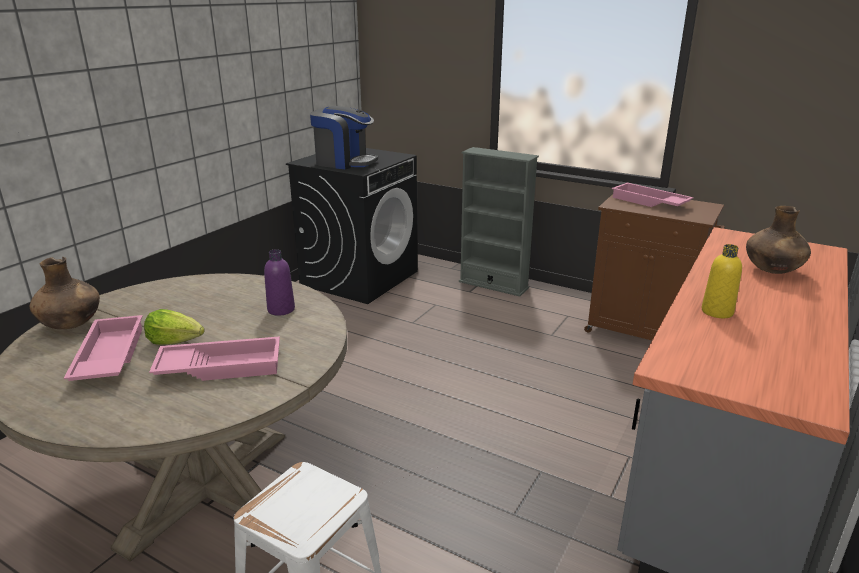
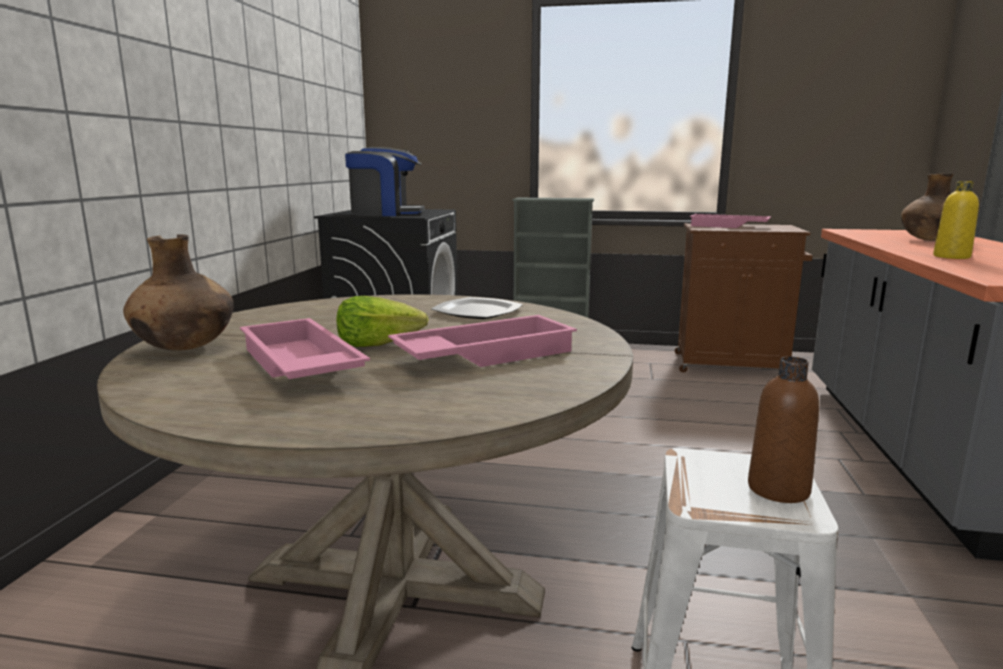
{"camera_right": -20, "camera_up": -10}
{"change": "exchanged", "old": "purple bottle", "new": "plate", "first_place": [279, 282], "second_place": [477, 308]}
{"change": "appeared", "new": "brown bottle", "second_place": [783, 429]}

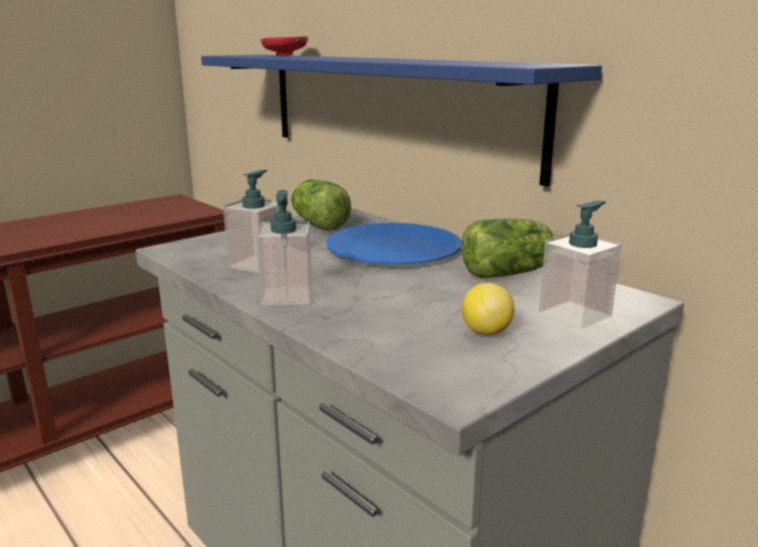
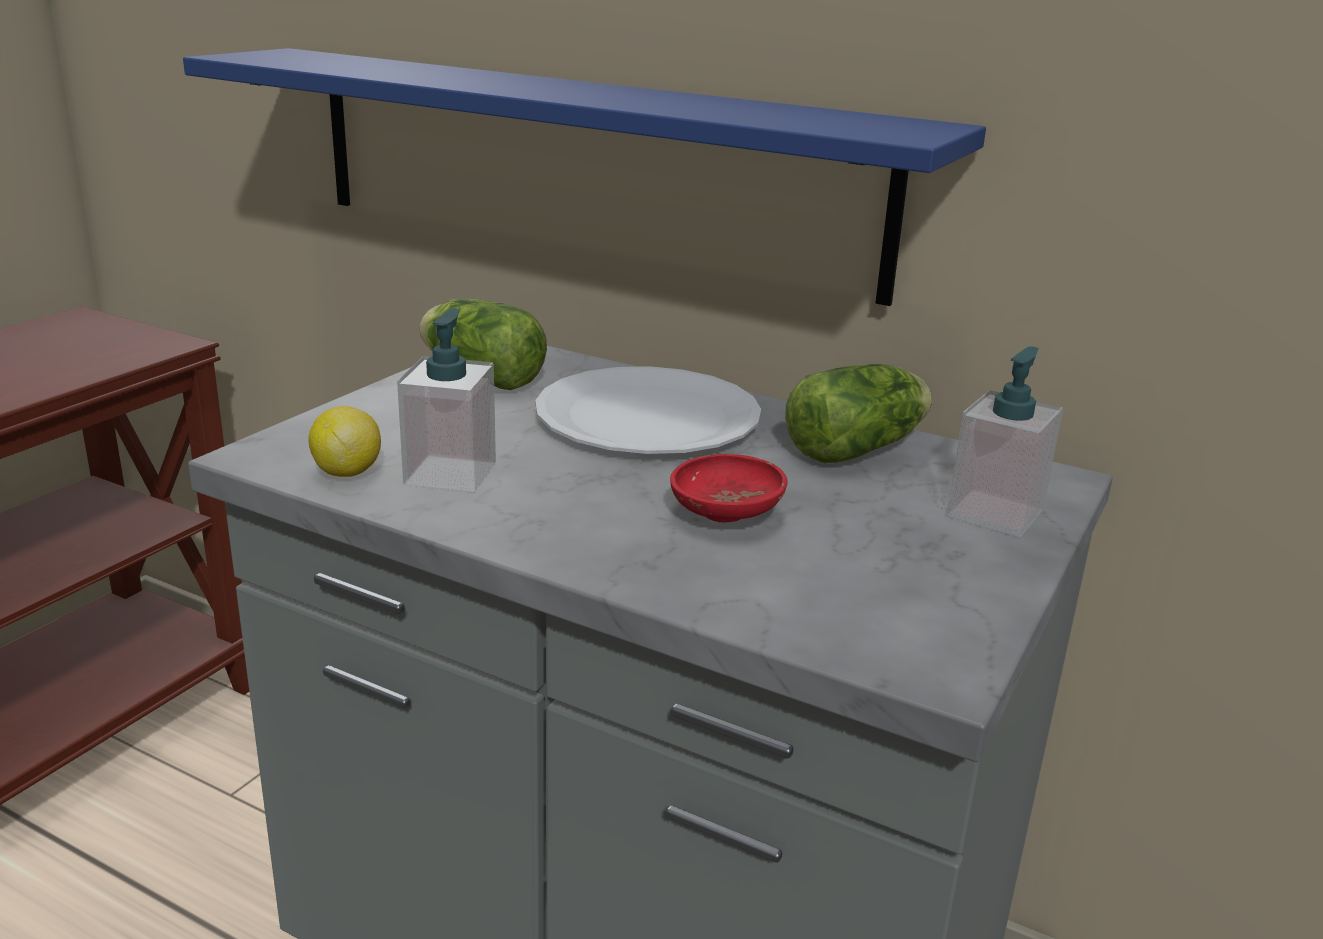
{"camera_right": -20, "camera_up": 5}
{"change": "relocated", "old": "lemon", "first_place": [488, 309], "second_place": [344, 441]}
{"change": "colour", "old": "blue plate", "new": "white plate", "first_place": [394, 244], "second_place": [648, 410]}
{"change": "relocated", "old": "red bowl", "first_place": [284, 46], "second_place": [728, 488]}
{"change": "missing", "old": "soap dispenser", "first_place": [284, 248]}

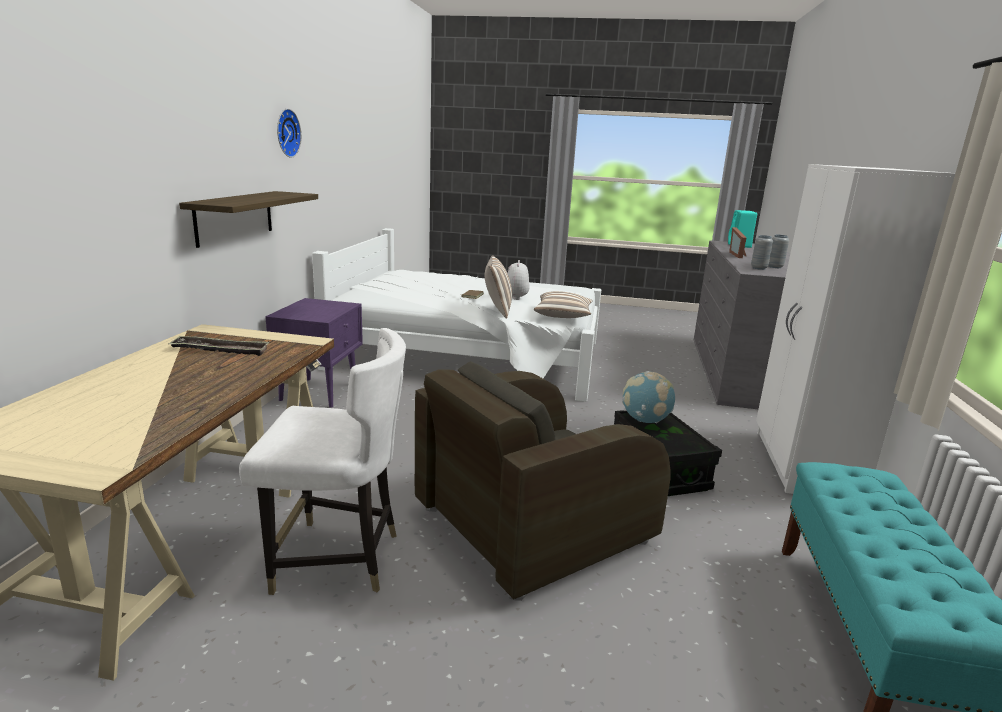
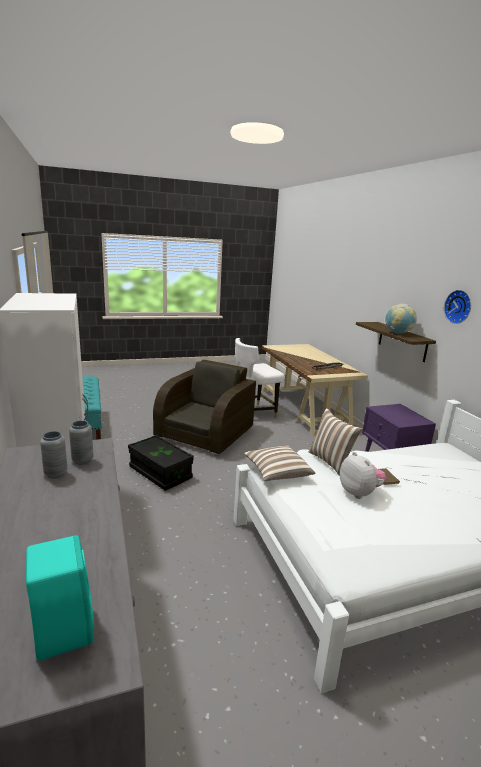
{"camera_right": 150, "camera_up": 0}
{"change": "relocated", "old": "globe", "first_place": [648, 397], "second_place": [401, 319]}
{"change": "missing", "old": "picture frame", "first_place": [737, 242]}

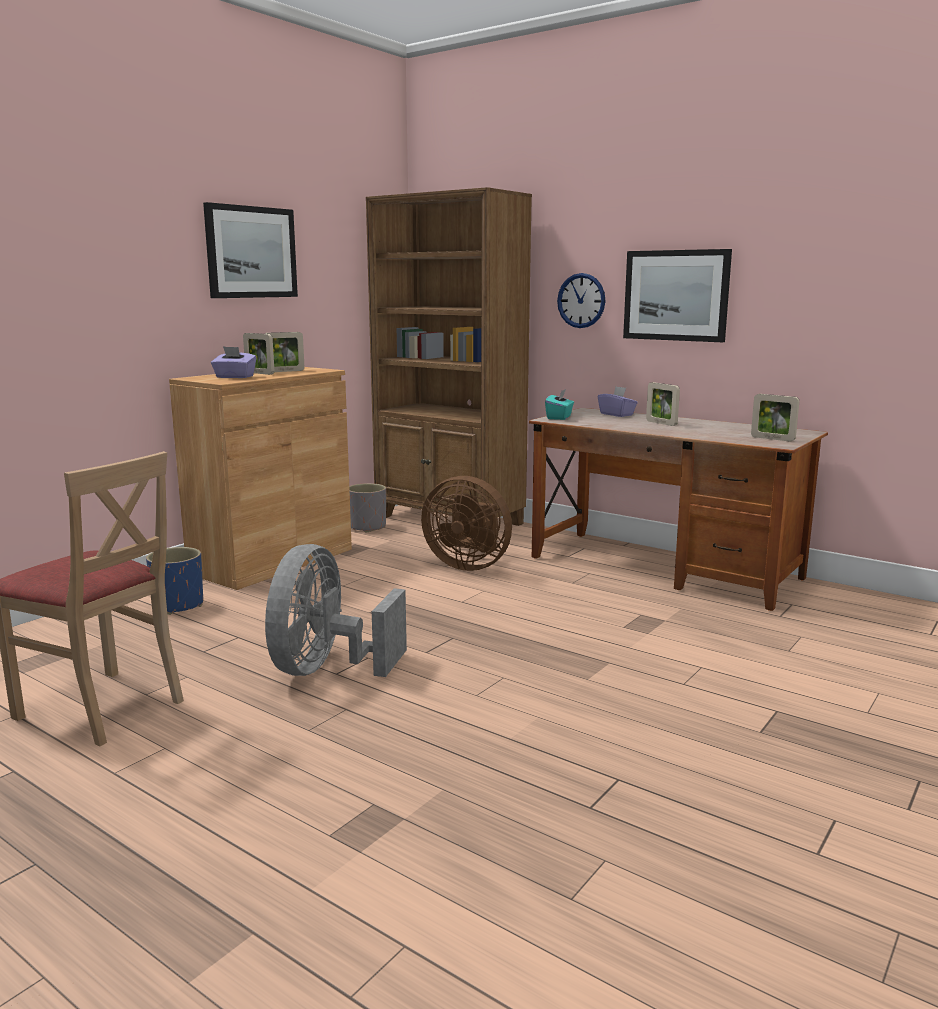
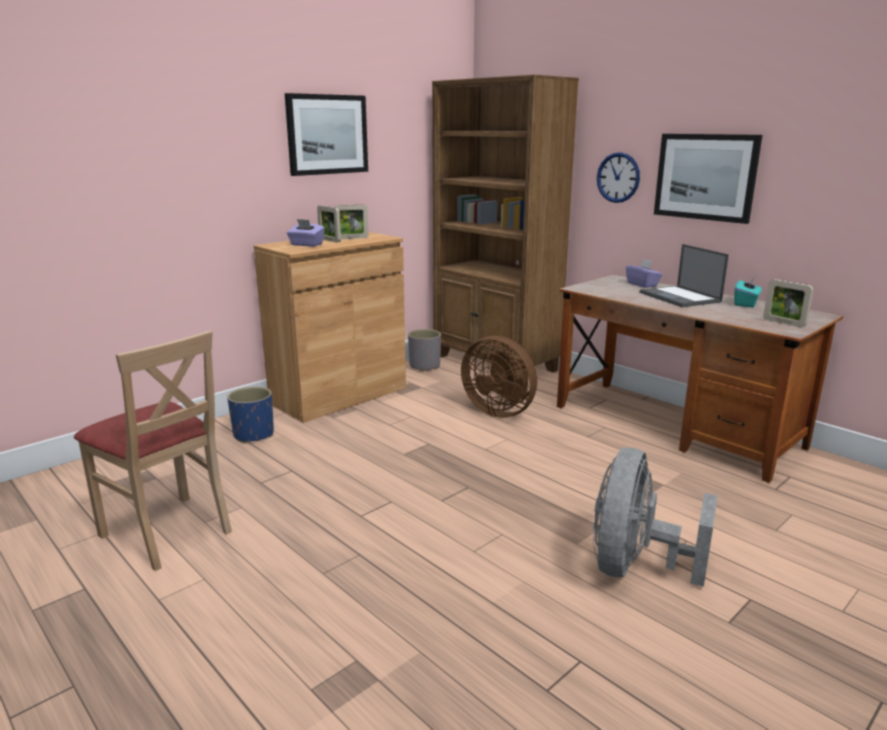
{"camera_right": 10, "camera_up": 5}
{"change": "relocated", "old": "grey fan", "first_place": [336, 610], "second_place": [655, 517]}
{"change": "exchanged", "old": "picture frame", "new": "laptop", "first_place": [663, 404], "second_place": [684, 275]}
{"change": "relocated", "old": "turquoise tissue box", "first_place": [559, 404], "second_place": [748, 292]}

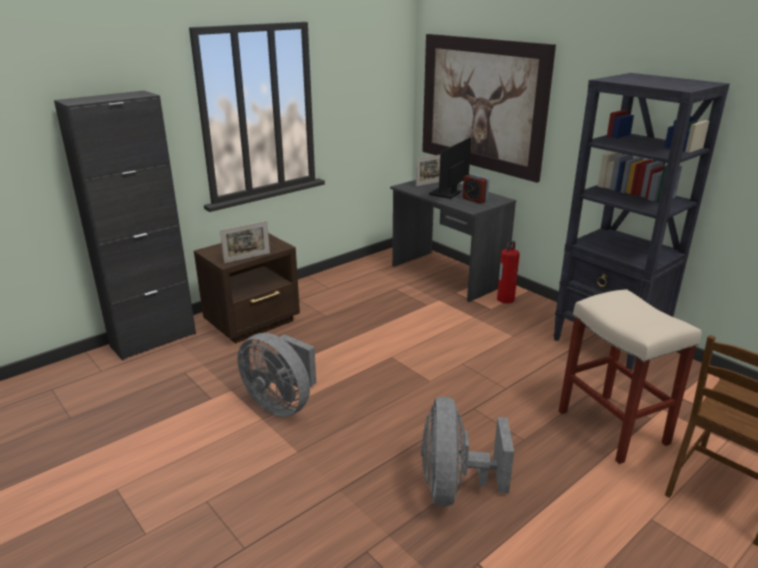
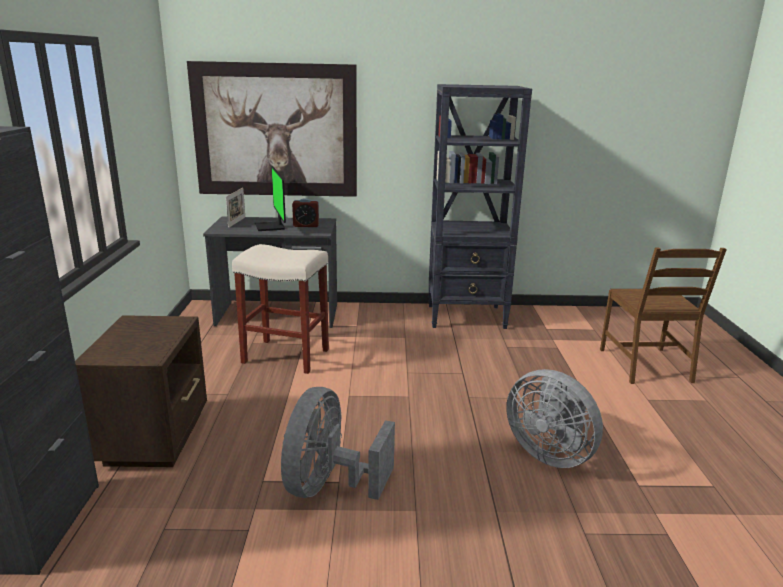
{"camera_right": -50, "camera_up": -5}
{"change": "relocated", "old": "beige stool", "first_place": [630, 376], "second_place": [280, 309]}
{"change": "spun", "old": "grey fan", "first_place": [276, 375], "second_place": [338, 443], "degrees": 120}
{"change": "missing", "old": "picture frame", "first_place": [245, 242]}
{"change": "missing", "old": "fire extinguisher", "first_place": [508, 272]}

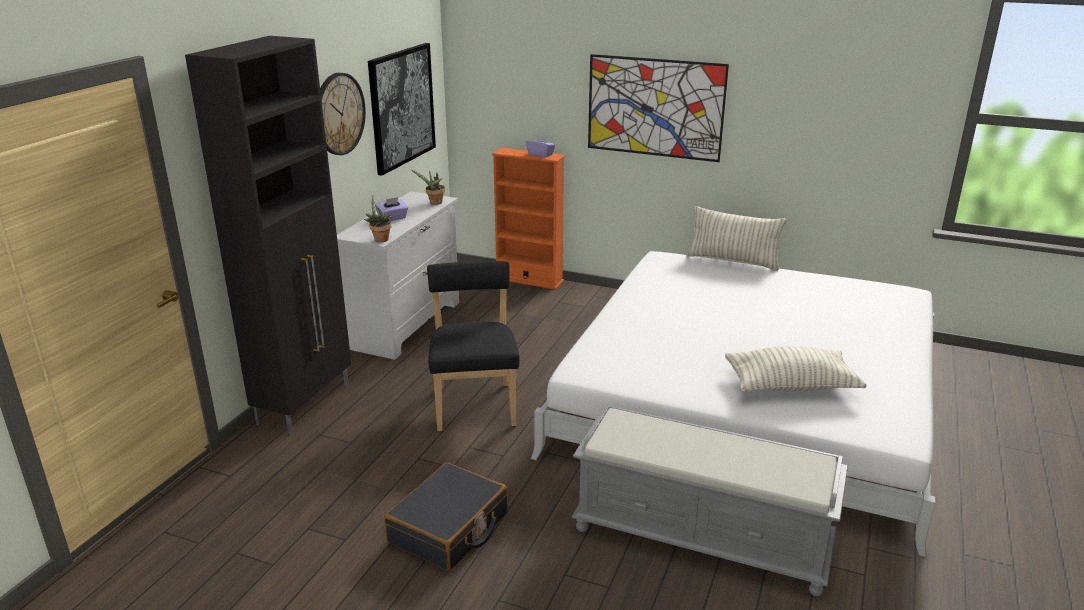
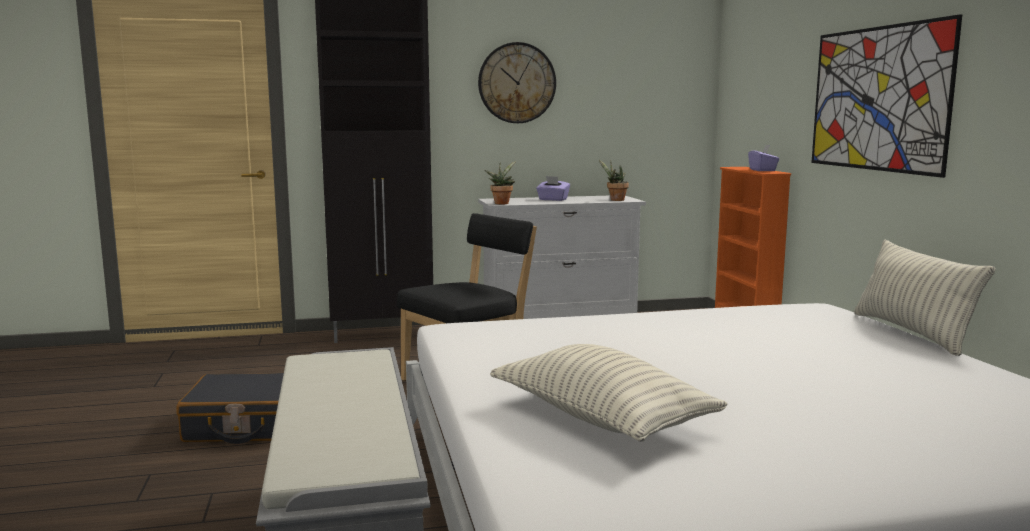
{"camera_right": 55, "camera_up": -15}
{"change": "missing", "old": "picture", "first_place": [402, 109]}

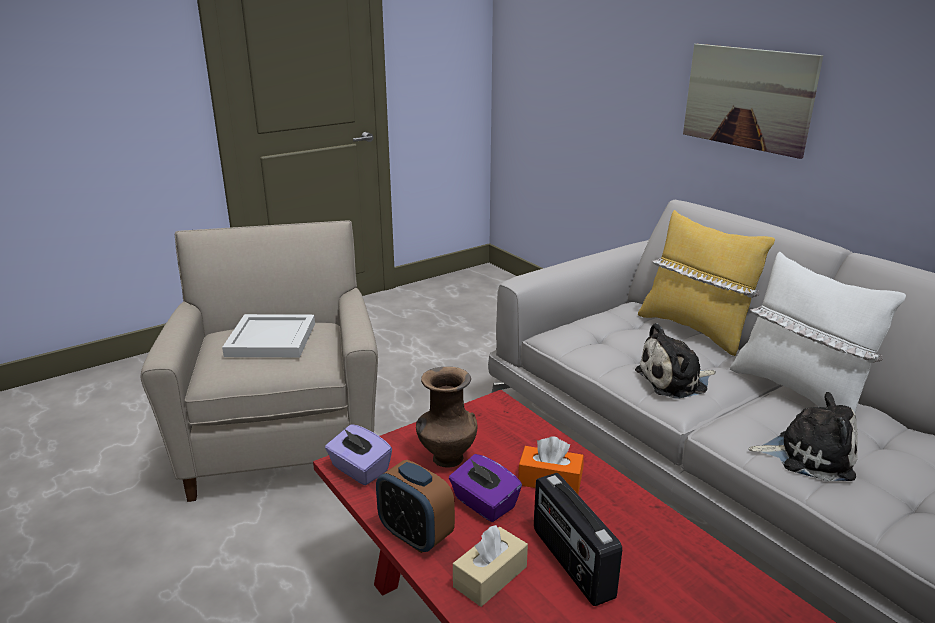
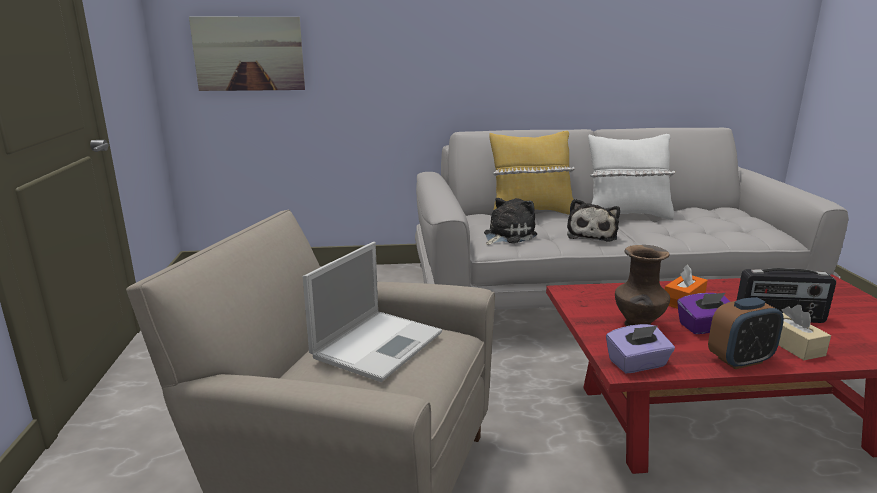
{"camera_right": -60, "camera_up": -5}
{"change": "relocated", "old": "picture", "first_place": [753, 101], "second_place": [247, 53]}
{"change": "exchanged", "old": "white tray", "new": "laptop", "first_place": [268, 335], "second_place": [372, 312]}
{"change": "relocated", "old": "plush toy", "first_place": [803, 436], "second_place": [510, 221]}

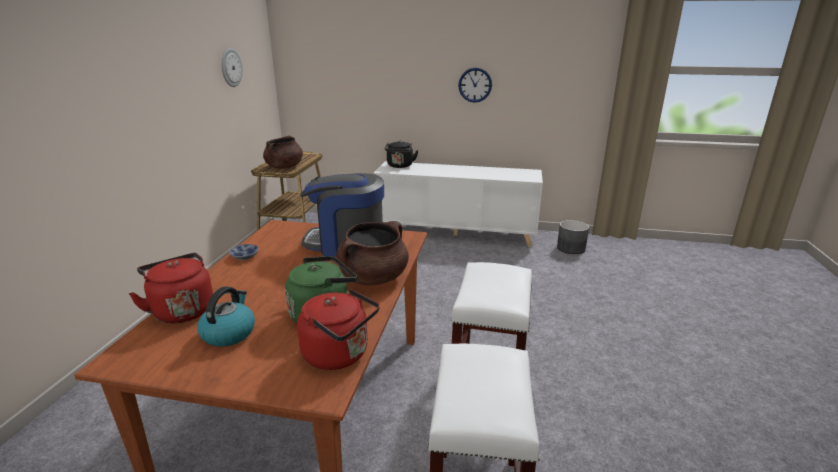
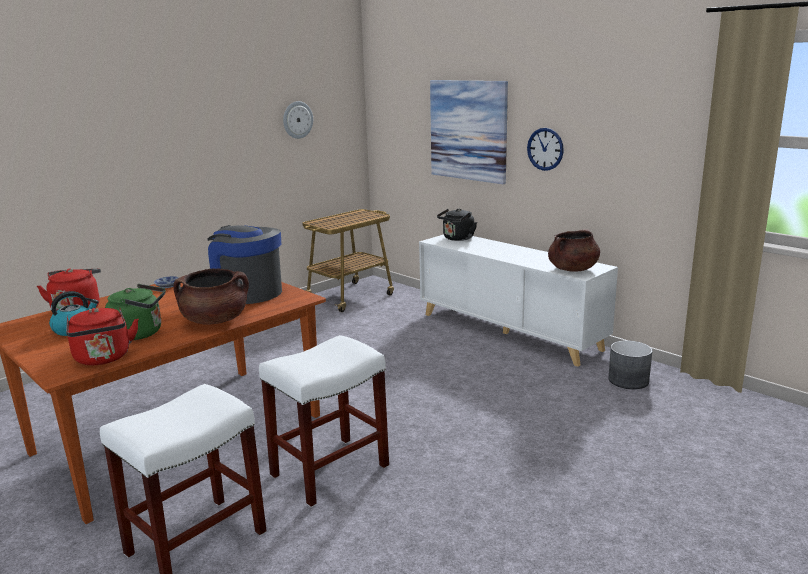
{"camera_right": 35, "camera_up": -5}
{"change": "appeared", "new": "picture", "second_place": [469, 132]}
{"change": "relocated", "old": "brown cooking pot", "first_place": [283, 152], "second_place": [574, 250]}

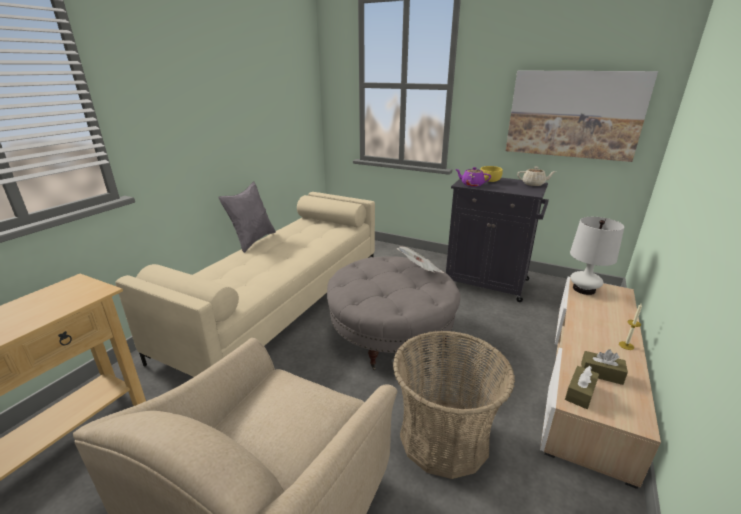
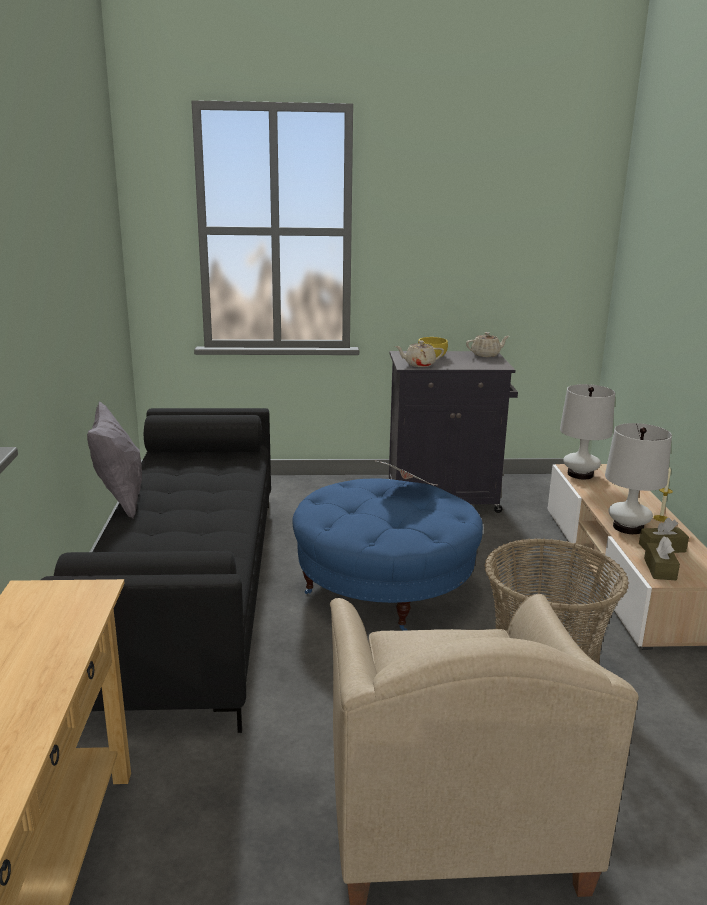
{"camera_right": -30, "camera_up": -5}
{"change": "colour", "old": "beige sofa", "new": "black sofa", "first_place": [245, 284], "second_place": [156, 570]}
{"change": "colour", "old": "grey ottoman", "new": "blue ottoman", "first_place": [394, 313], "second_place": [387, 555]}
{"change": "colour", "old": "purple teapot", "new": "beige teapot", "first_place": [473, 177], "second_place": [419, 354]}
{"change": "appeared", "new": "white table lamp", "second_place": [638, 478]}
{"change": "missing", "old": "picture", "first_place": [582, 116]}

